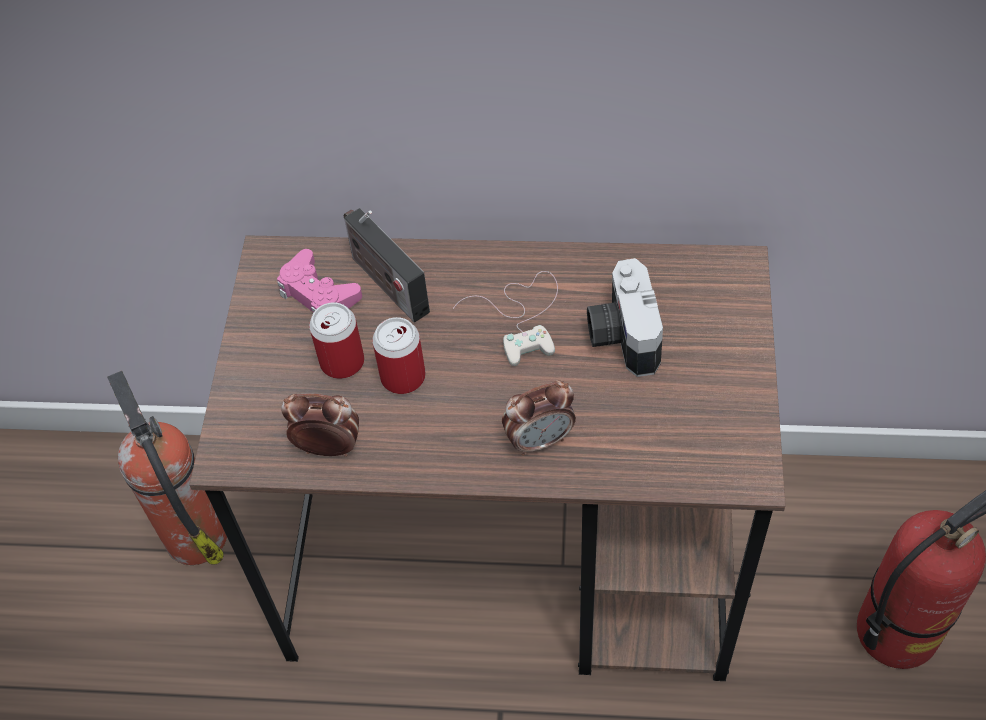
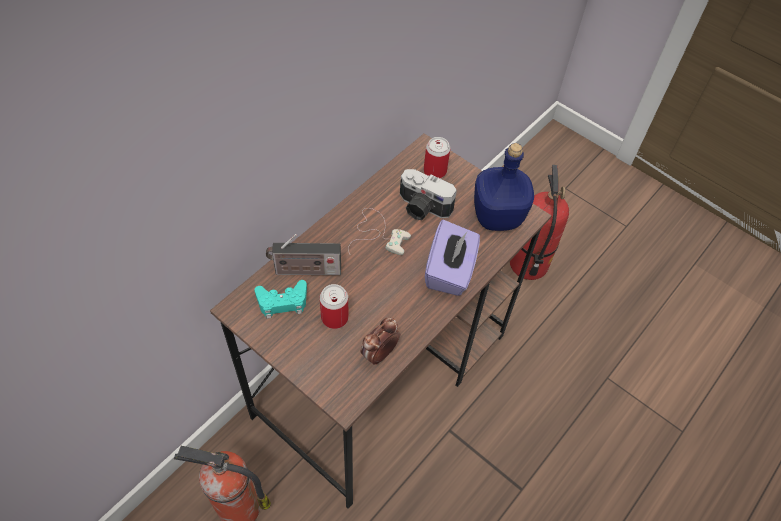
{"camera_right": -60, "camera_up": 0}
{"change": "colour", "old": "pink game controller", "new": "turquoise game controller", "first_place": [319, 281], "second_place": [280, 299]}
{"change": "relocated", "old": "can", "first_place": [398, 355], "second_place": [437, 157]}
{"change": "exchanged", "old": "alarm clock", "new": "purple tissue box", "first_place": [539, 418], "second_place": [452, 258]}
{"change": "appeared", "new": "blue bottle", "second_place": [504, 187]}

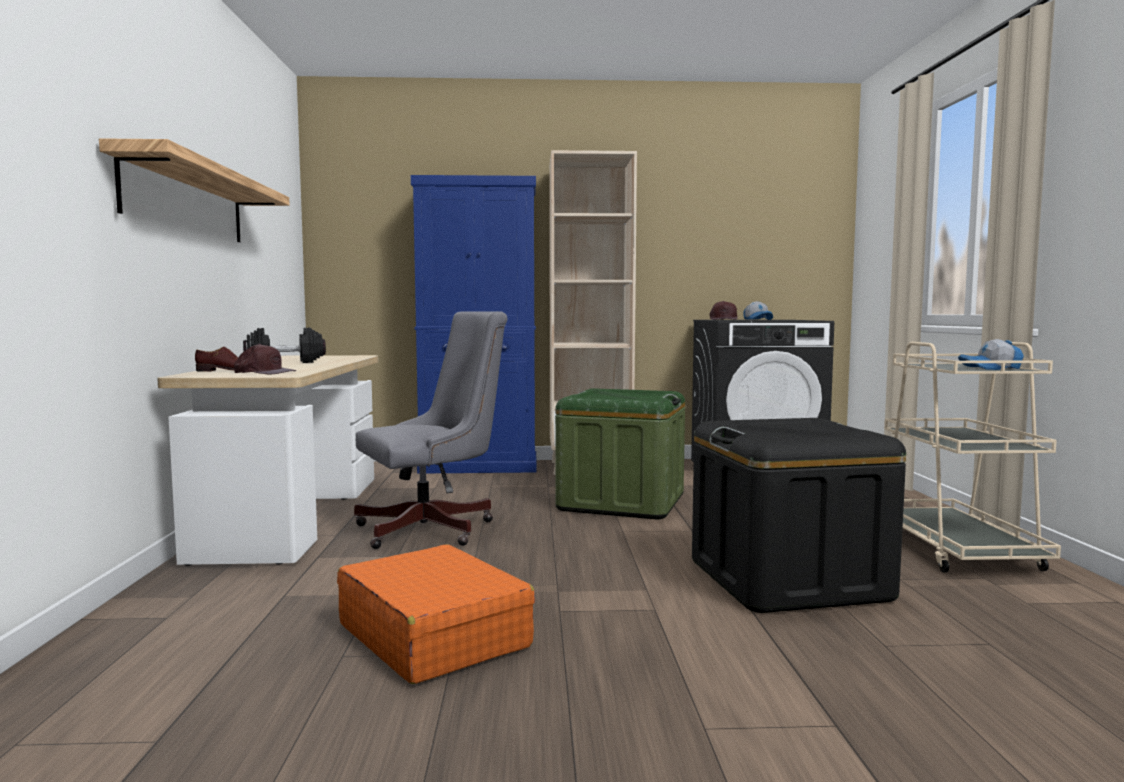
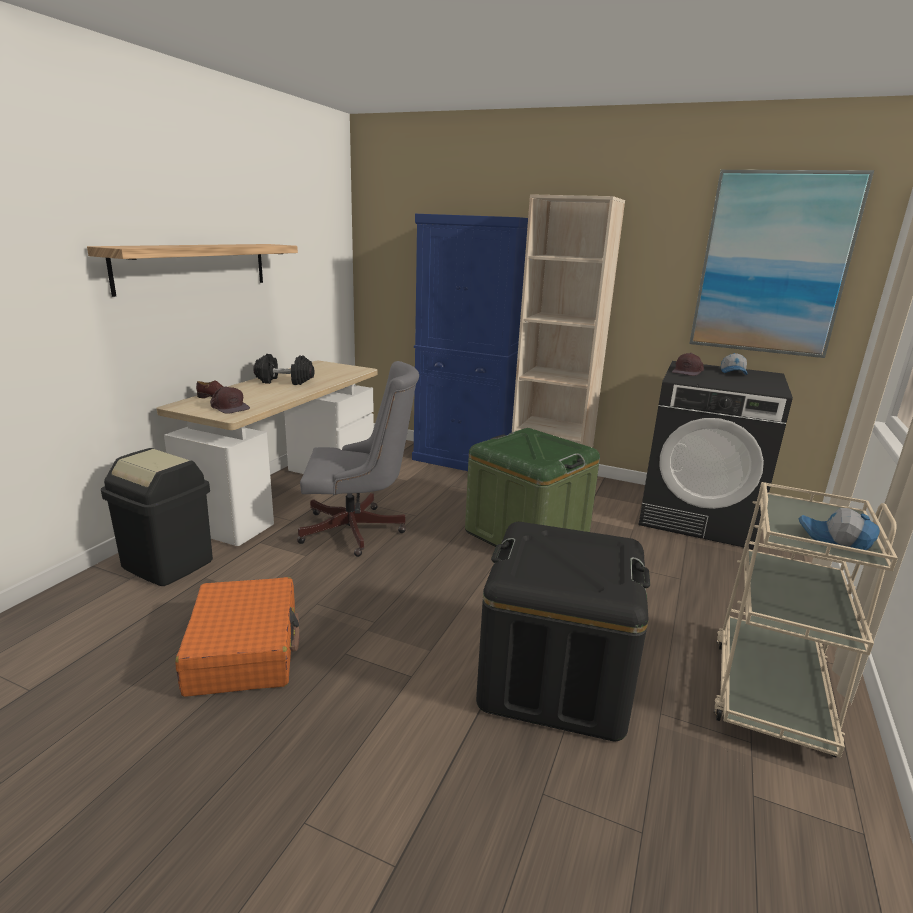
{"camera_right": 25, "camera_up": 15}
{"change": "appeared", "new": "black trash can", "second_place": [157, 517]}
{"change": "appeared", "new": "picture", "second_place": [781, 264]}

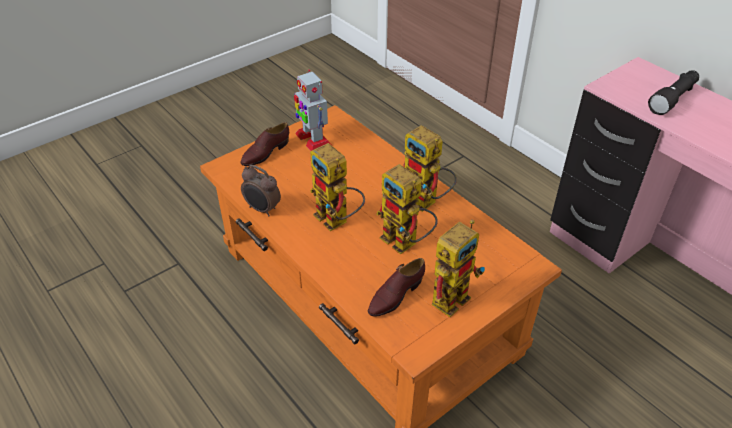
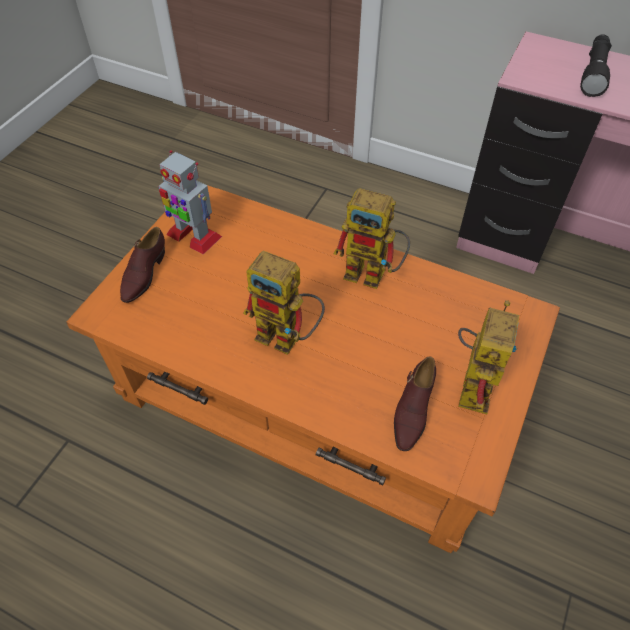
{"camera_right": -25, "camera_up": 10}
{"change": "missing", "old": "alarm clock", "first_place": [261, 190]}
{"change": "missing", "old": "toy robot", "first_place": [407, 209]}

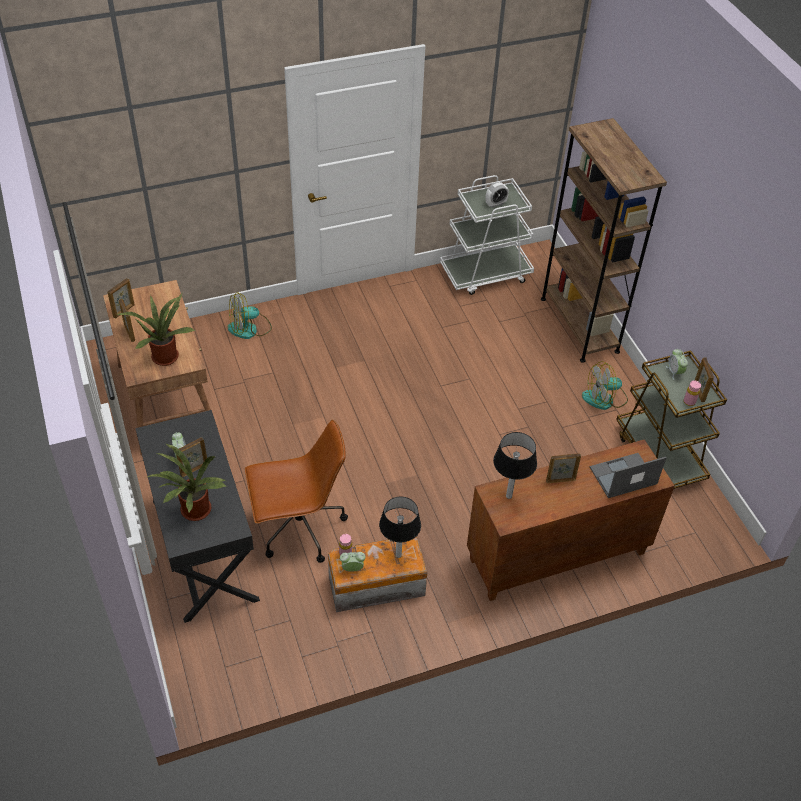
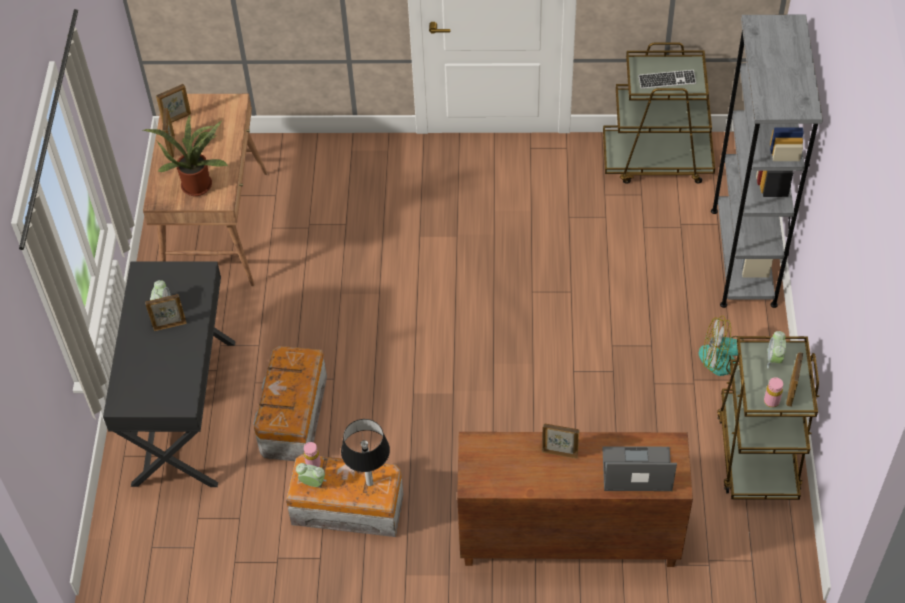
{"camera_right": 25, "camera_up": 5}
{"change": "exchanged", "old": "brown office chair", "new": "storage box", "first_place": [296, 491], "second_place": [290, 403]}
{"change": "colour", "old": "white cart", "new": "brown cart", "first_place": [487, 235], "second_place": [659, 113]}
{"change": "exchanged", "old": "alarm clock", "new": "keyboard", "first_place": [497, 195], "second_place": [667, 79]}
{"change": "colour", "old": "brown bookcase", "new": "grey bookcase", "first_place": [604, 240], "second_place": [767, 161]}
{"change": "missing", "old": "potted plant", "first_place": [187, 482]}
{"change": "missing", "old": "fan", "first_place": [249, 315]}
{"change": "missing", "old": "table lamp", "first_place": [515, 465]}

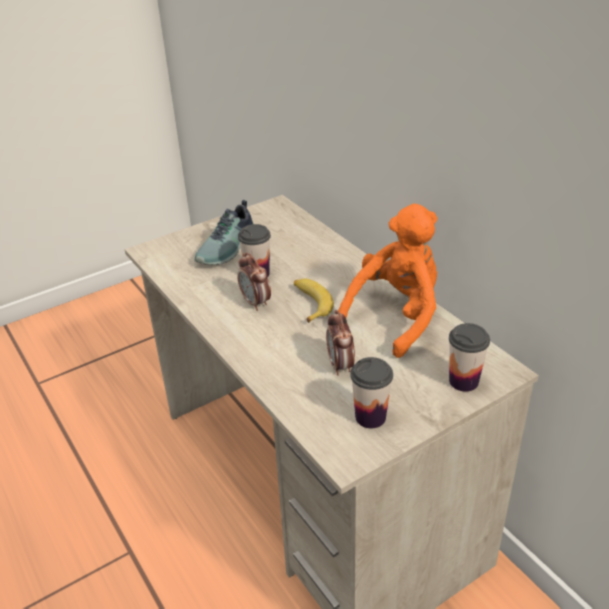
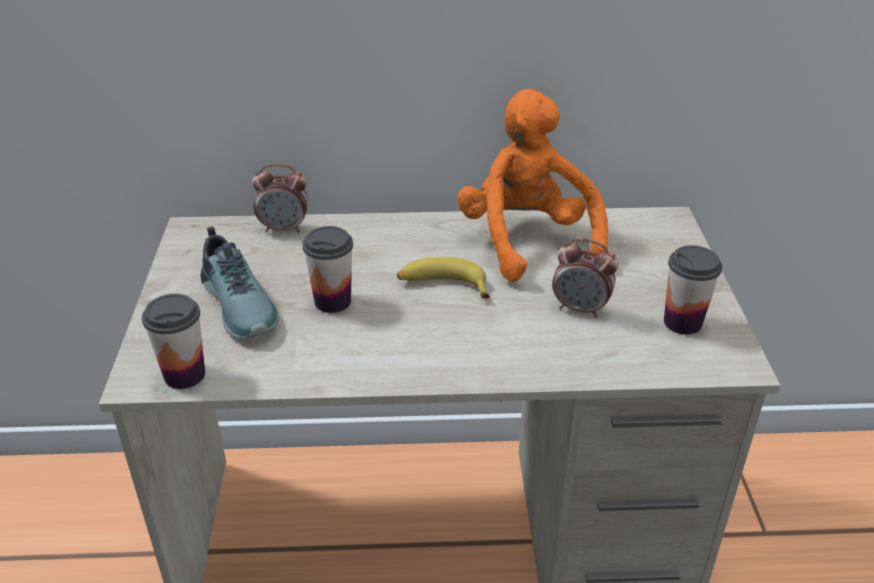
{"camera_right": -60, "camera_up": 0}
{"change": "relocated", "old": "cup", "first_place": [469, 357], "second_place": [173, 341]}
{"change": "relocated", "old": "alarm clock", "first_place": [254, 281], "second_place": [280, 198]}

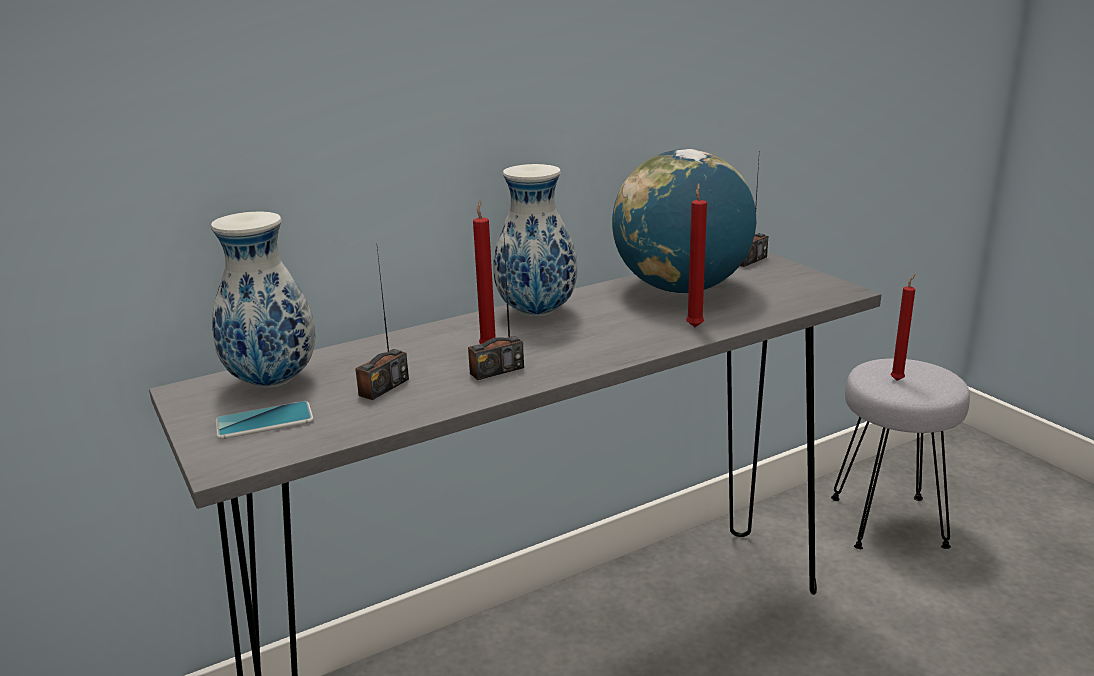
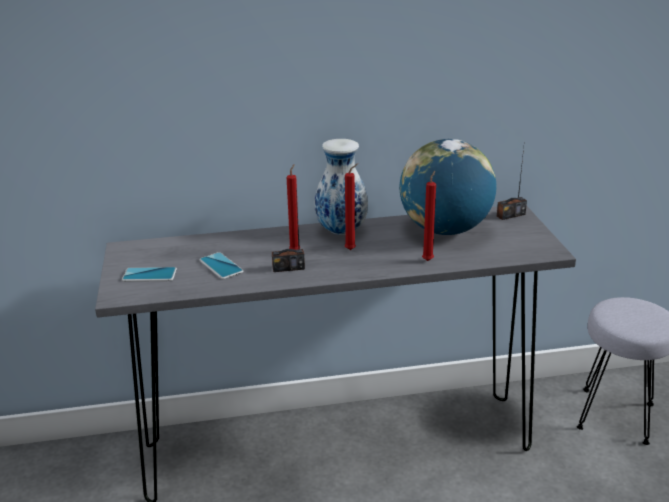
{"camera_right": 20, "camera_up": 5}
{"change": "exchanged", "old": "radio", "new": "phone", "first_place": [382, 324], "second_place": [221, 265]}
{"change": "relocated", "old": "red candle", "first_place": [903, 327], "second_place": [351, 206]}
{"change": "missing", "old": "vase", "first_place": [263, 300]}

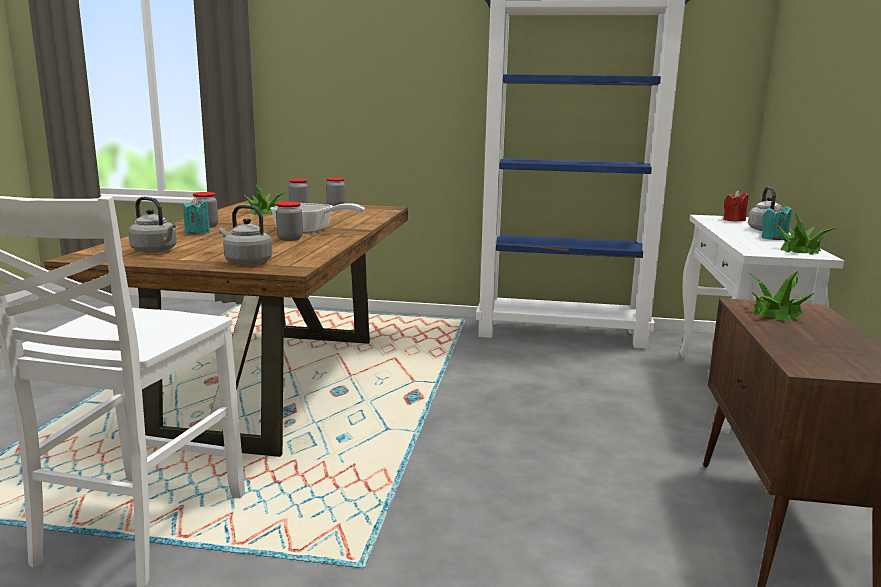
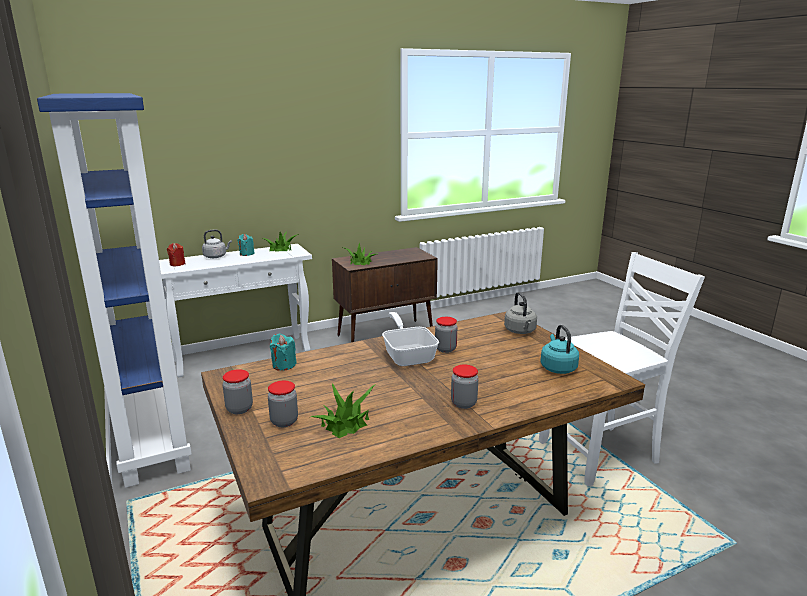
{"camera_right": -125, "camera_up": 5}
{"change": "relocated", "old": "turquoise candle", "first_place": [196, 215], "second_place": [283, 352]}
{"change": "colour", "old": "grey kettle", "new": "turquoise kettle", "first_place": [152, 225], "second_place": [559, 349]}

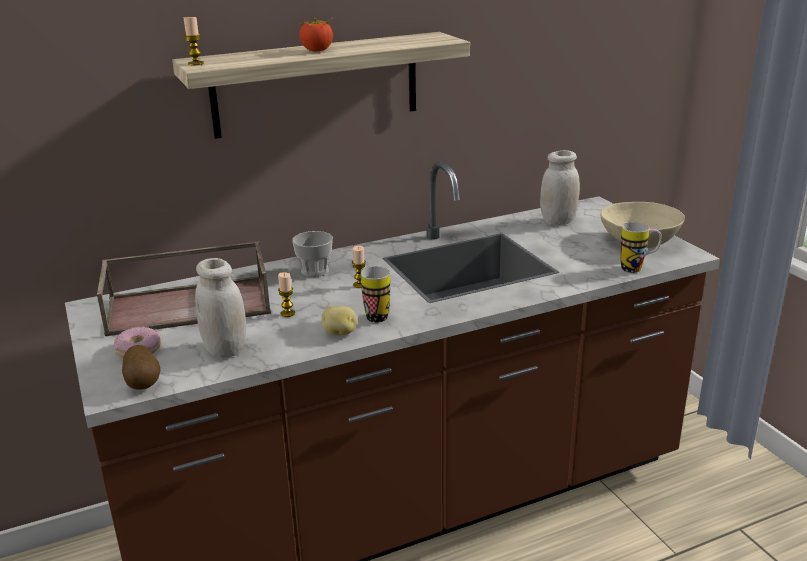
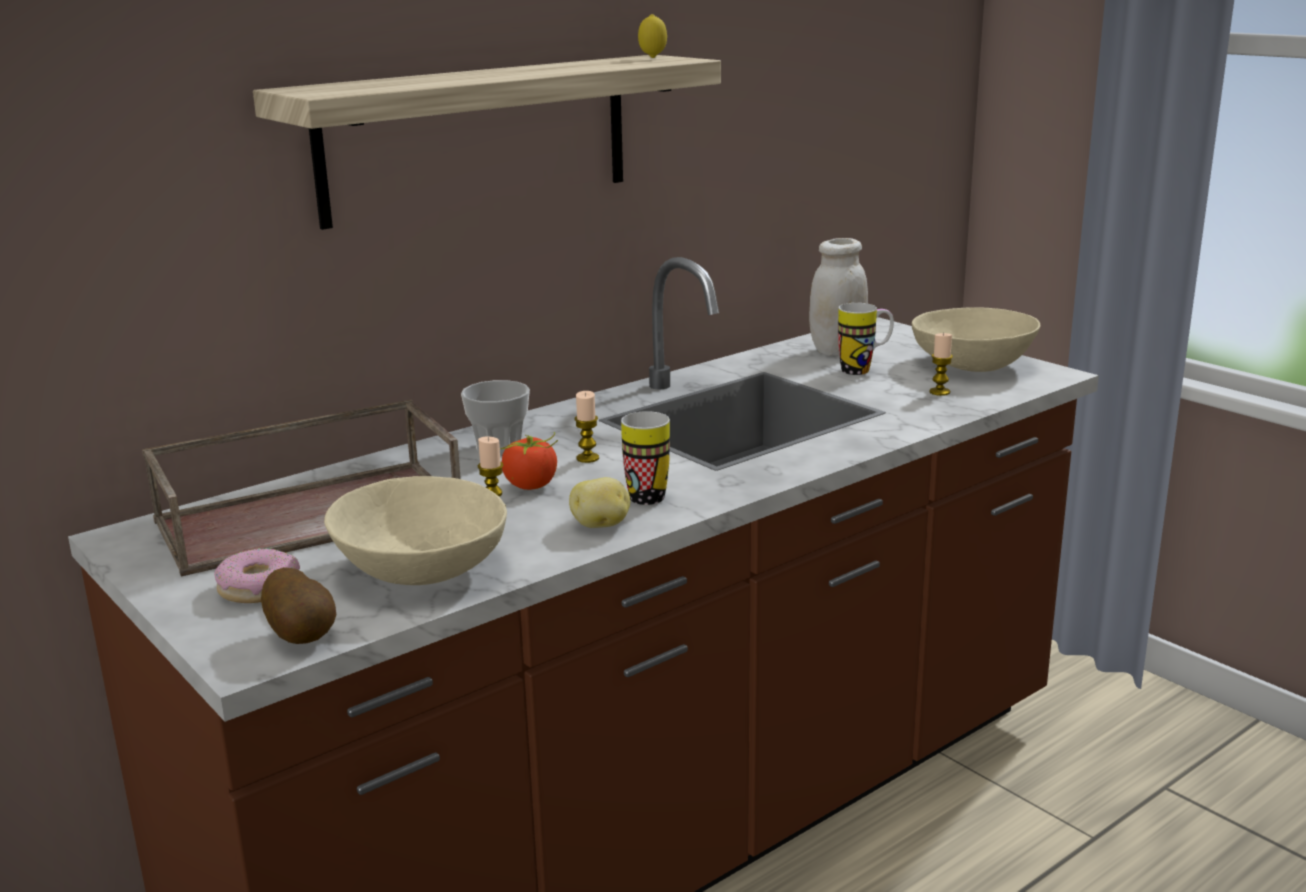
{"camera_right": -15, "camera_up": -5}
{"change": "exchanged", "old": "white jar", "new": "beige bowl", "first_place": [220, 308], "second_place": [415, 530]}
{"change": "relocated", "old": "tomato", "first_place": [315, 34], "second_place": [529, 461]}
{"change": "appeared", "new": "lemon", "second_place": [652, 36]}
{"change": "relocated", "old": "mug", "first_place": [641, 247], "second_place": [866, 339]}
{"change": "relocated", "old": "candle", "first_place": [194, 41], "second_place": [941, 364]}

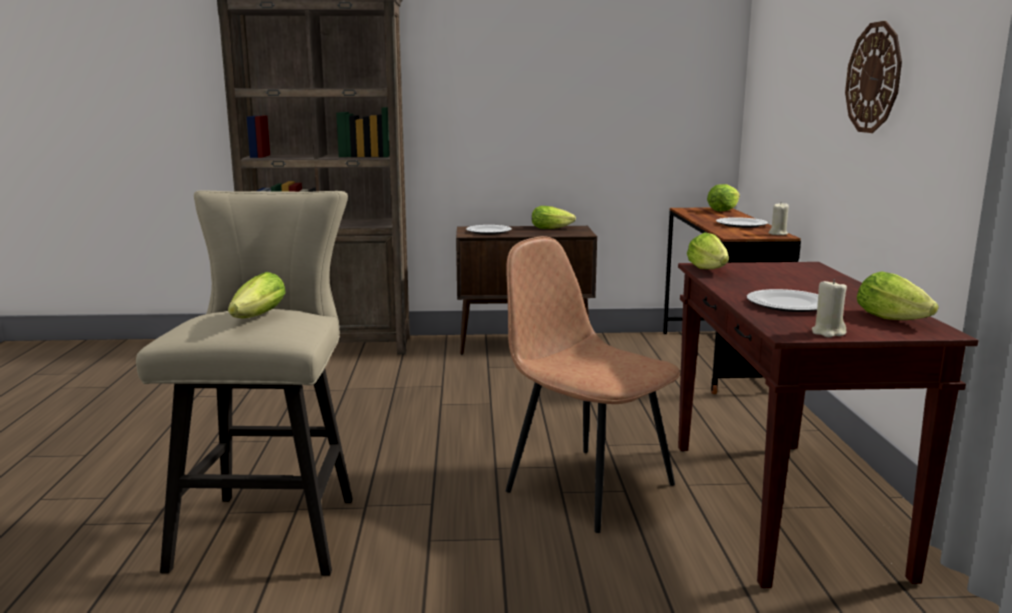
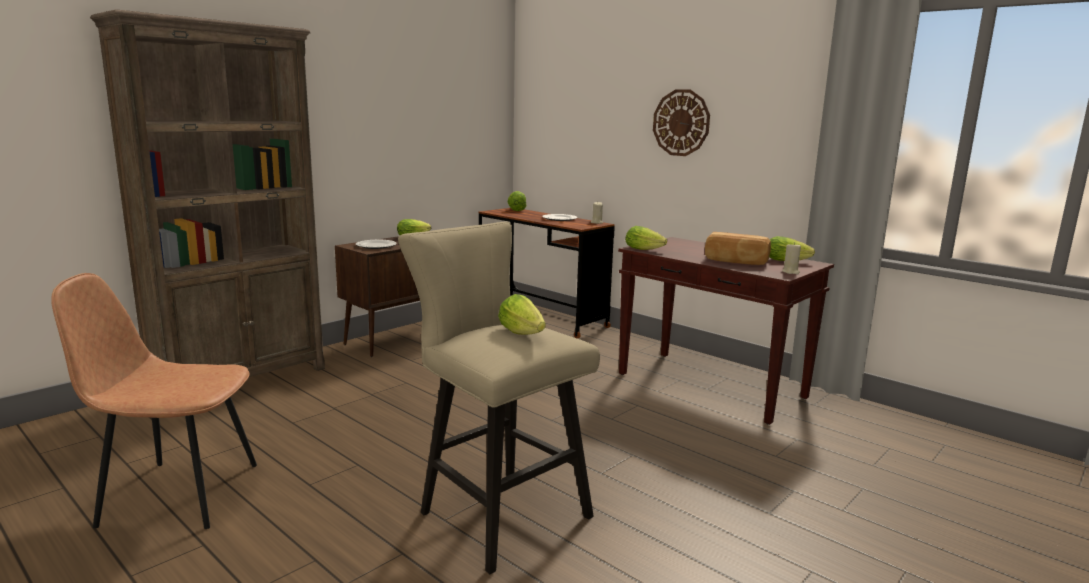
{"camera_right": -45, "camera_up": 0}
{"change": "relocated", "old": "brown chair", "first_place": [593, 384], "second_place": [154, 401]}
{"change": "exchanged", "old": "plate", "new": "bread", "first_place": [782, 300], "second_place": [738, 248]}

